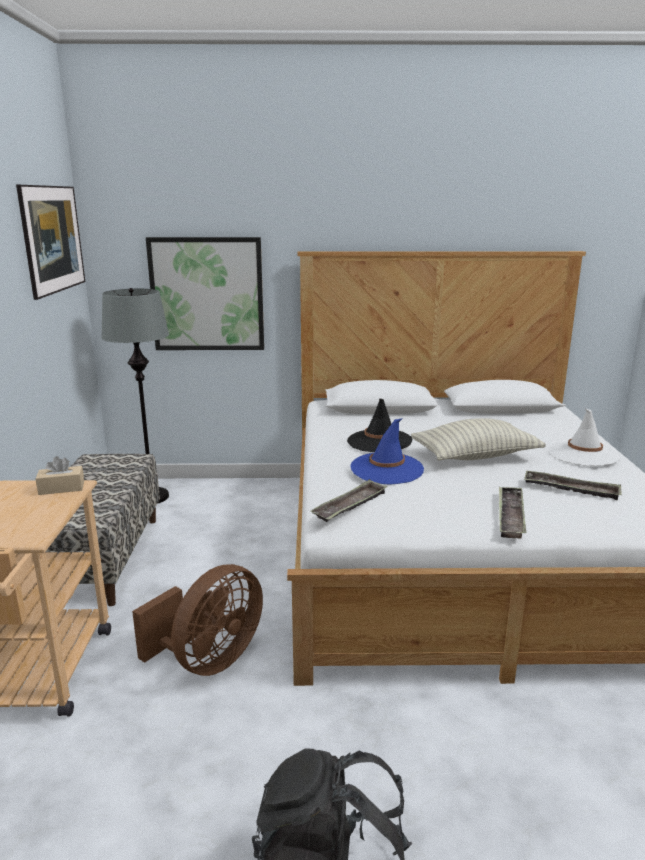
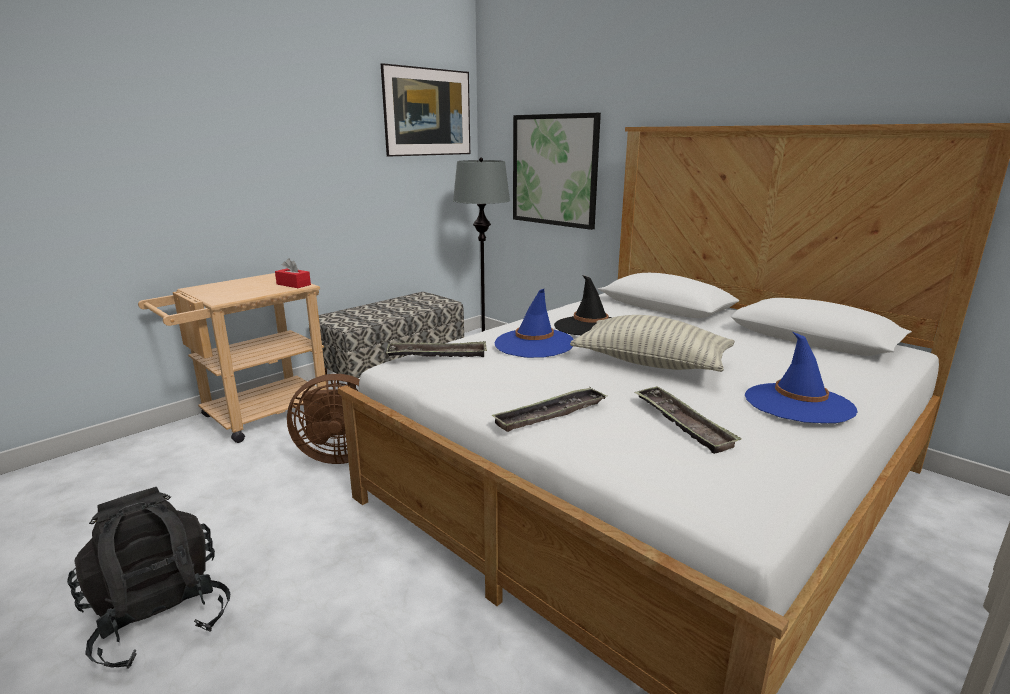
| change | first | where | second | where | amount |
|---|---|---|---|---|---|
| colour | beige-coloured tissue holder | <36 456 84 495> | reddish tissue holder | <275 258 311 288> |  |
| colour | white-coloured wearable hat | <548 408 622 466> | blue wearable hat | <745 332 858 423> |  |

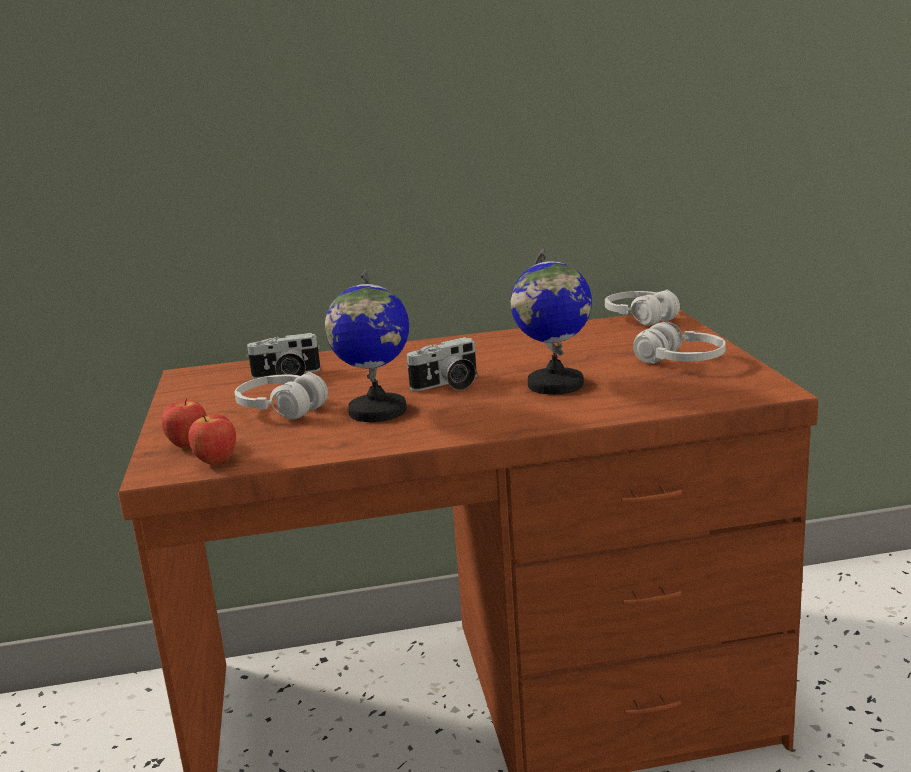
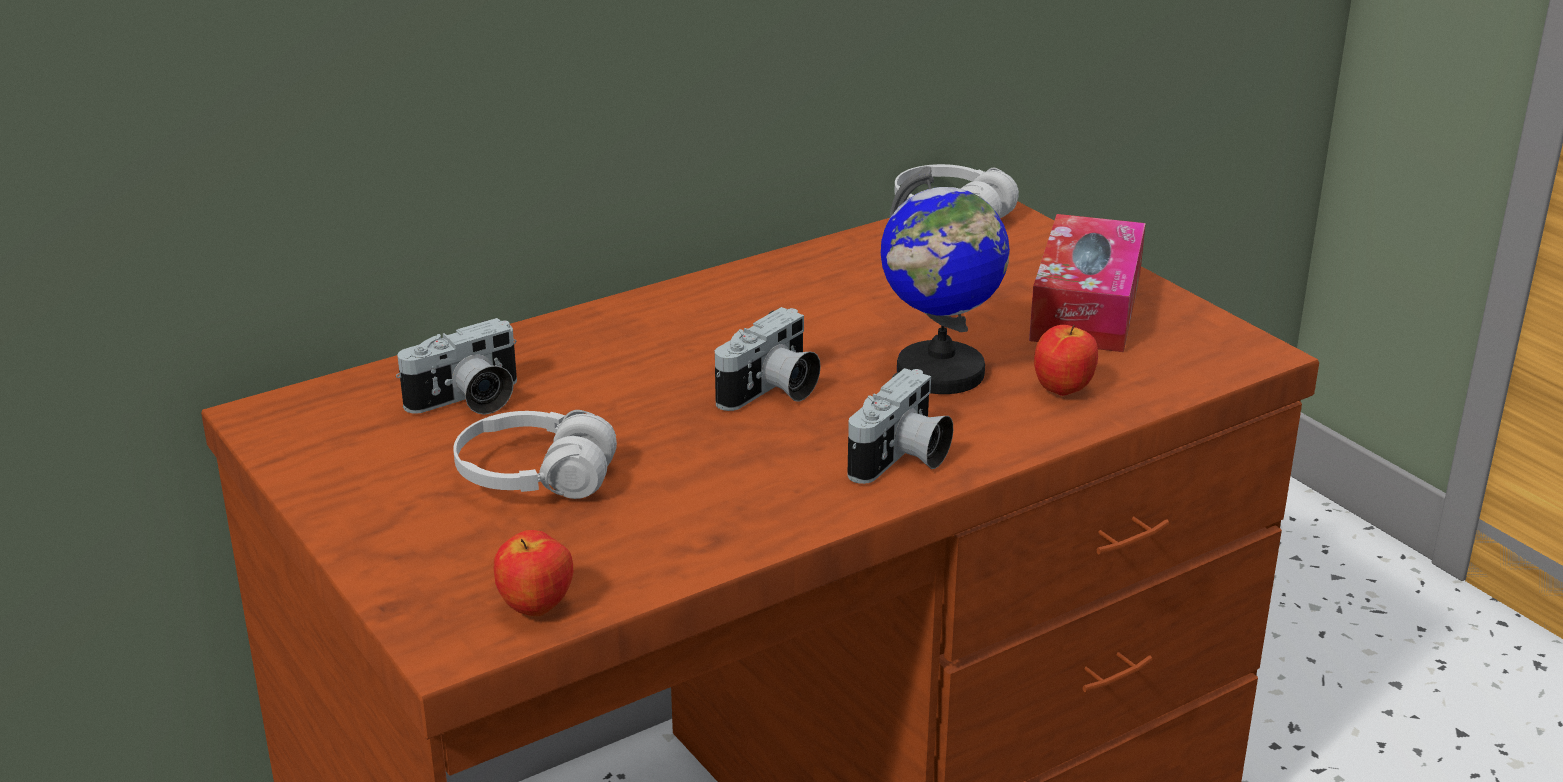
| change | first | where | second | where | amount |
|---|---|---|---|---|---|
| missing | globe | <325 270 409 422> |  |  |  |
| appeared |  |  | still camera | <847 368 953 484> |  |
| relocated | apple fruit | <162 399 207 448> |  | <1034 325 1098 396> |  |
| exchanged | white-coloured headset | <633 322 726 364> | tissue holder | <1029 214 1146 352> |  |

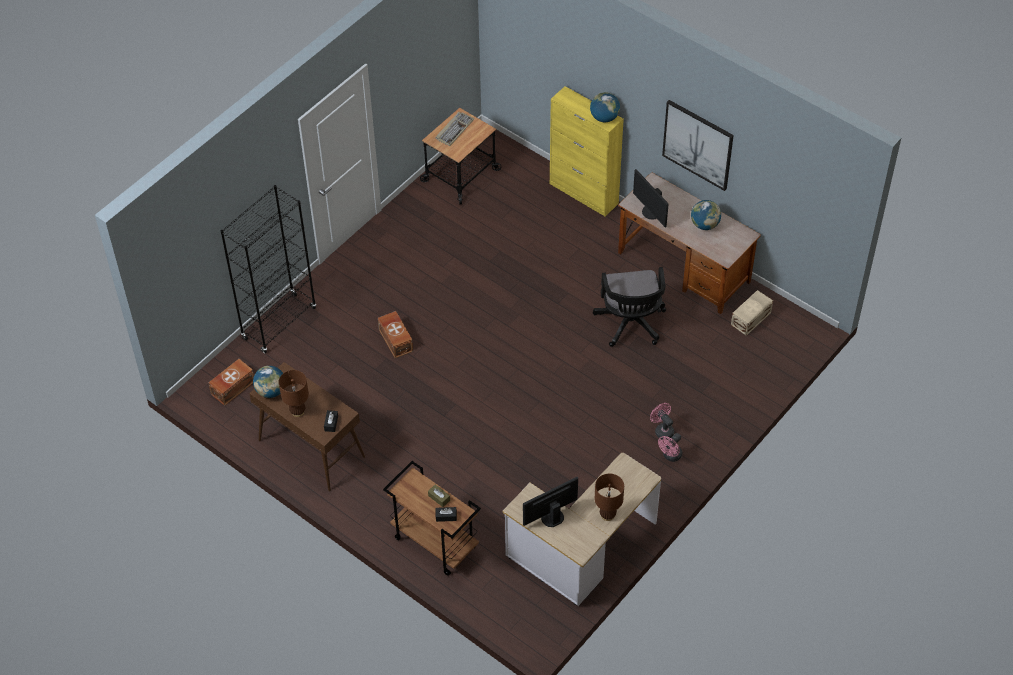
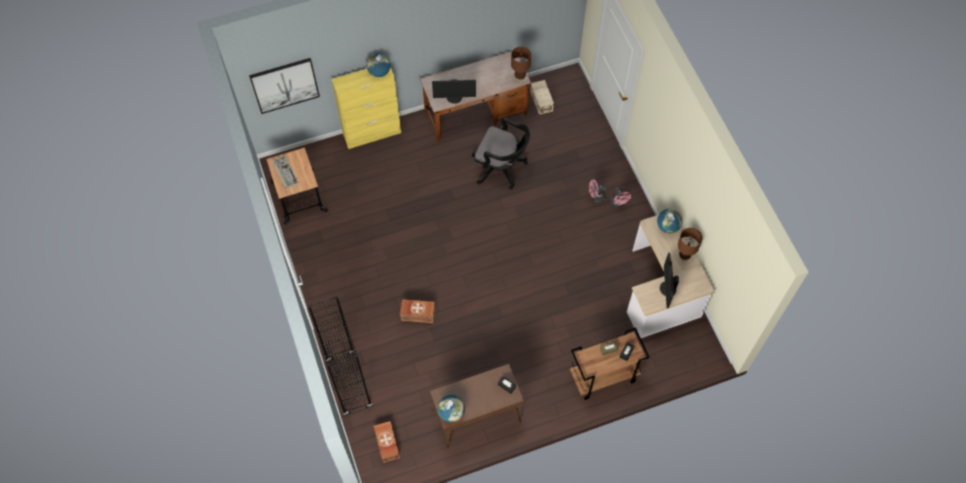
| change | first | where | second | where | amount |
|---|---|---|---|---|---|
| relocated | brown-coloured lamp for a table | <279 370 309 417> |  | <511 46 531 81> |  |
| relocated | picture | <662 100 734 191> |  | <249 58 320 114> |  |
| relocated | globe | <691 200 721 230> |  | <657 209 682 233> |  |

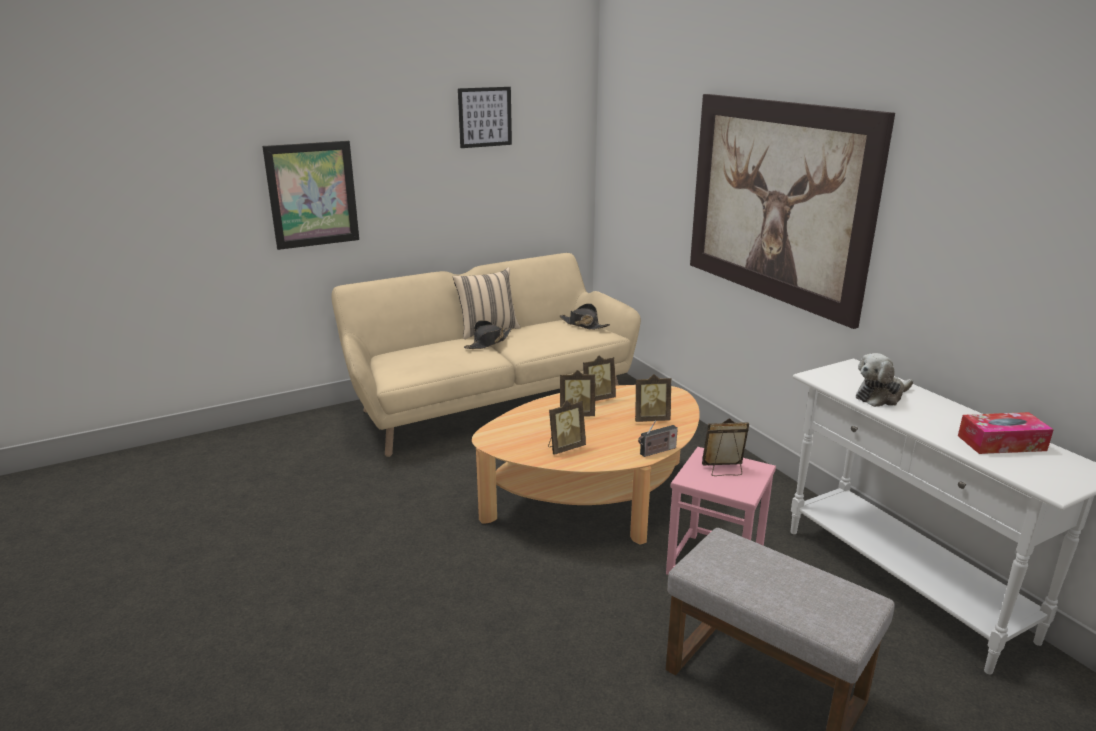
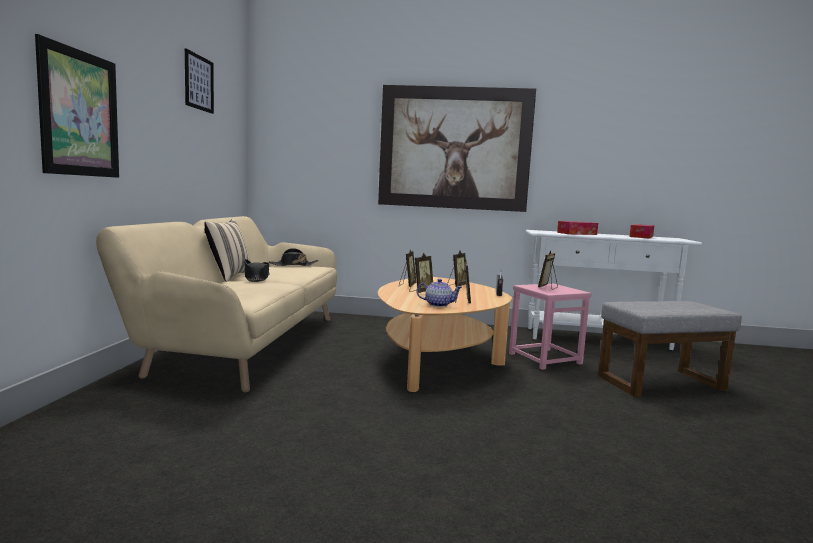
| change | first | where | second | where | amount |
|---|---|---|---|---|---|
| appeared |  |  | tea pot | <417 279 462 307> |  |
| exchanged | cuddly toy | <856 353 913 407> | tissue holder | <557 221 598 235> |  |

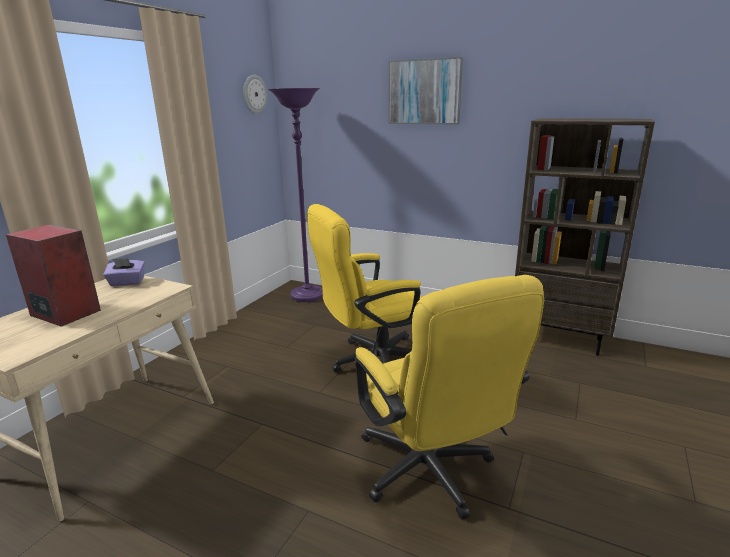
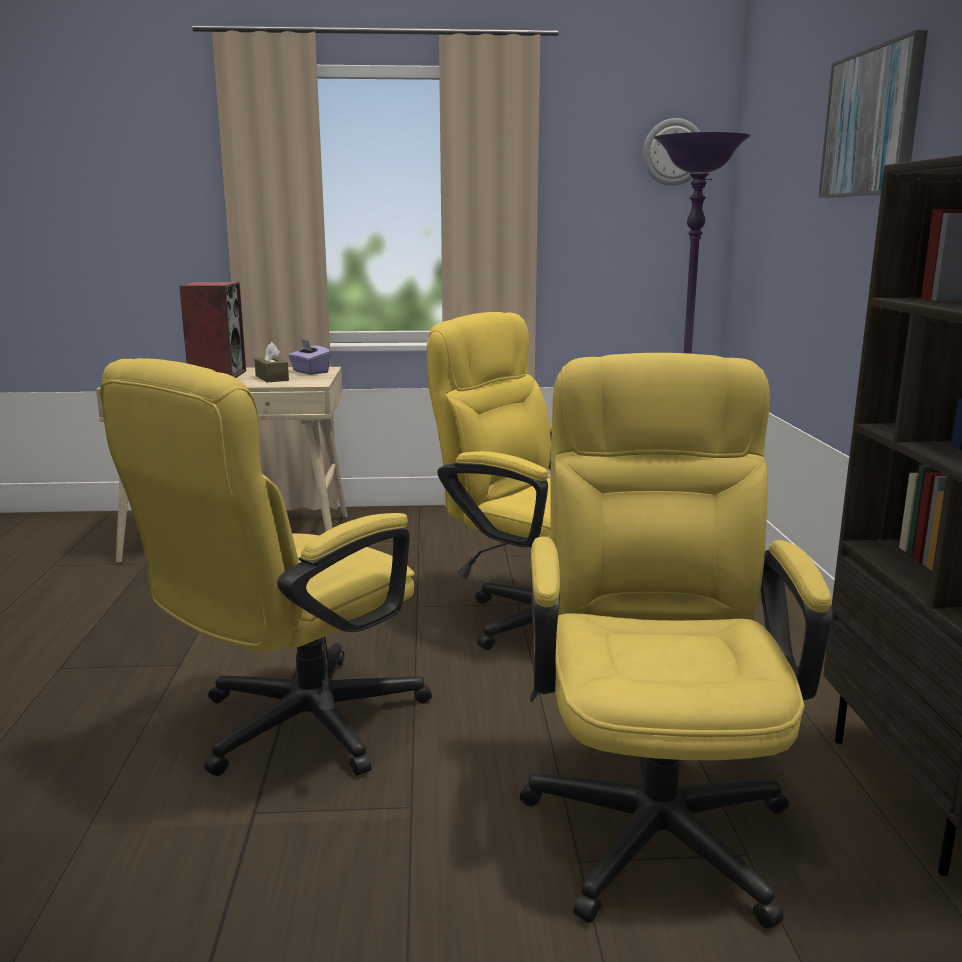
| change | first | where | second | where | amount |
|---|---|---|---|---|---|
| appeared |  |  | brown-coloured tissue holder | <254 342 289 382> |  |
| appeared |  |  | yellowish office chair | <520 353 832 929> |  |

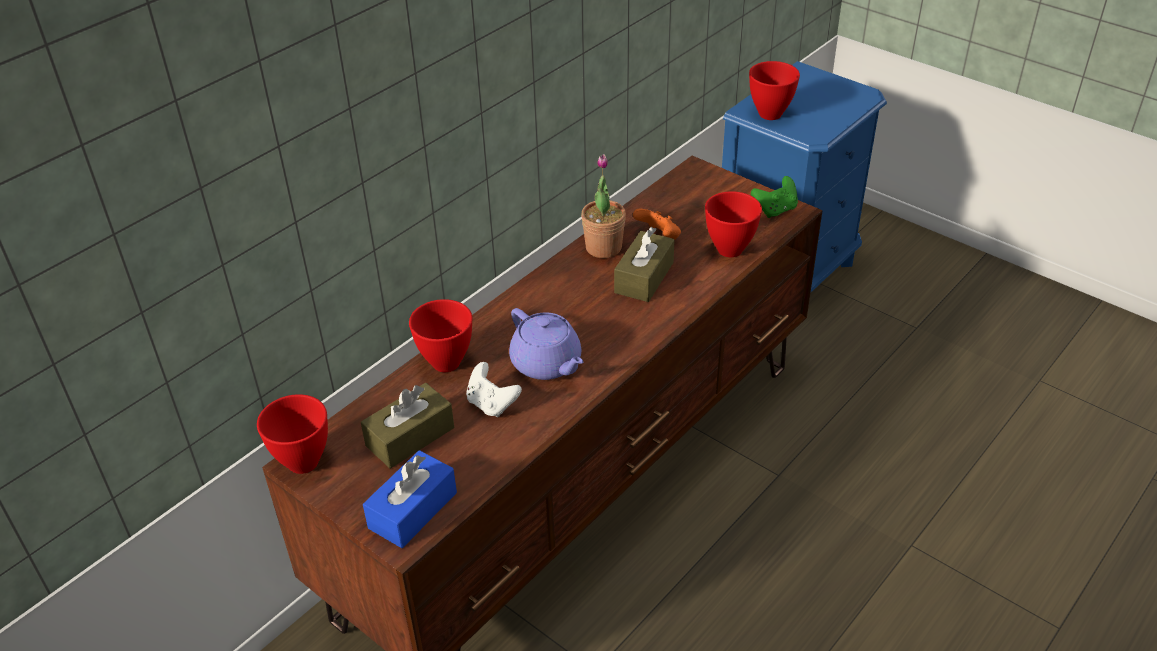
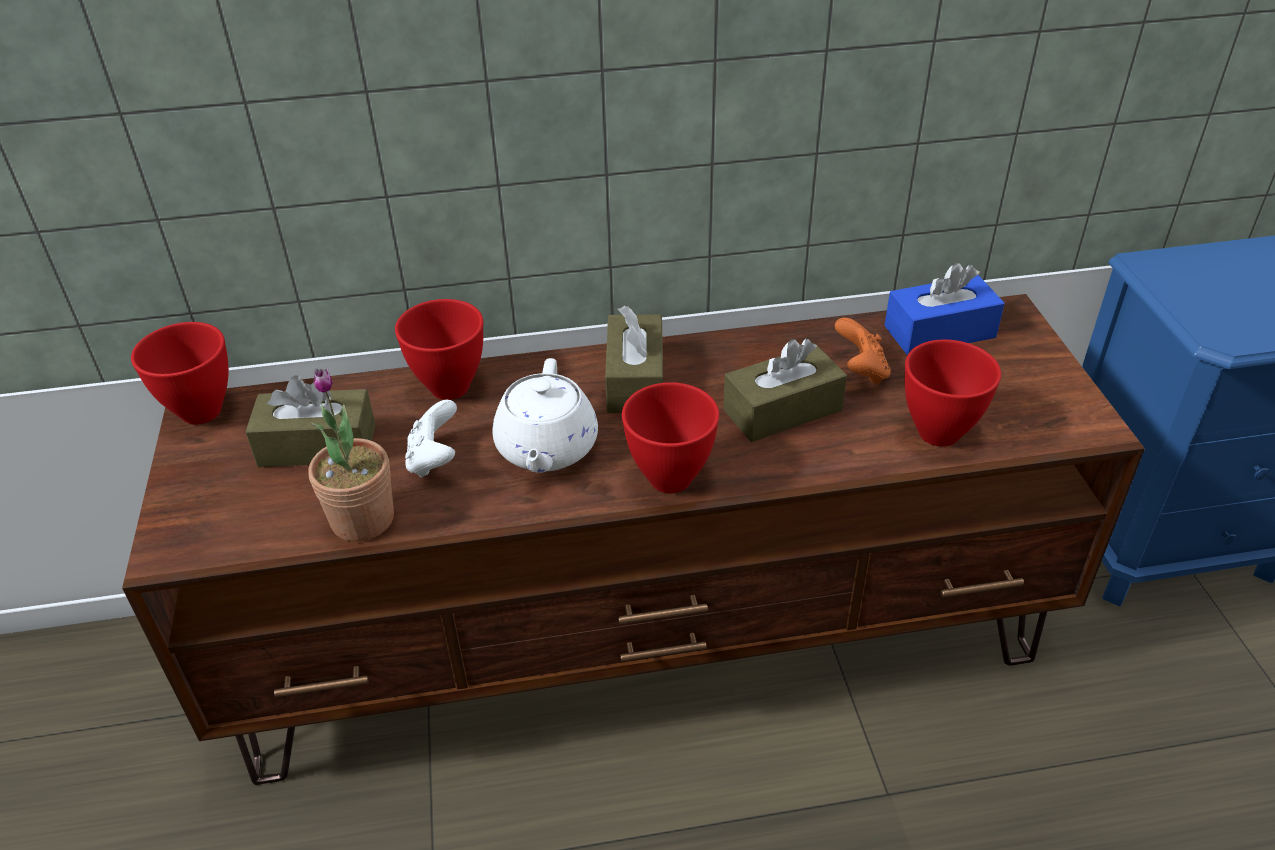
| change | first | where | second | where | amount |
|---|---|---|---|---|---|
| missing | greenish joypad | <751 176 798 218> |  |  |  |
| appeared |  |  | brown-coloured tissue holder | <605 306 663 413> |  |
| relocated | blue tissue holder | <363 450 457 548> |  | <884 263 1005 355> |  |
| relocated | houseplant | <581 154 626 258> |  | <308 369 394 541> |  |
| relocated | reddish deep dish | <749 61 800 120> |  | <622 382 719 493> |  |
| colour | purplish tea pot | <509 308 583 380> | white-coloured tea pot | <492 358 598 473> |  |

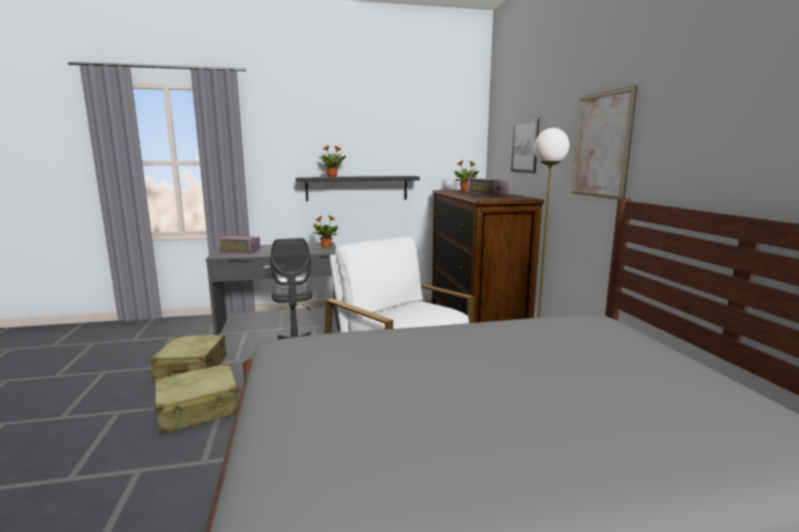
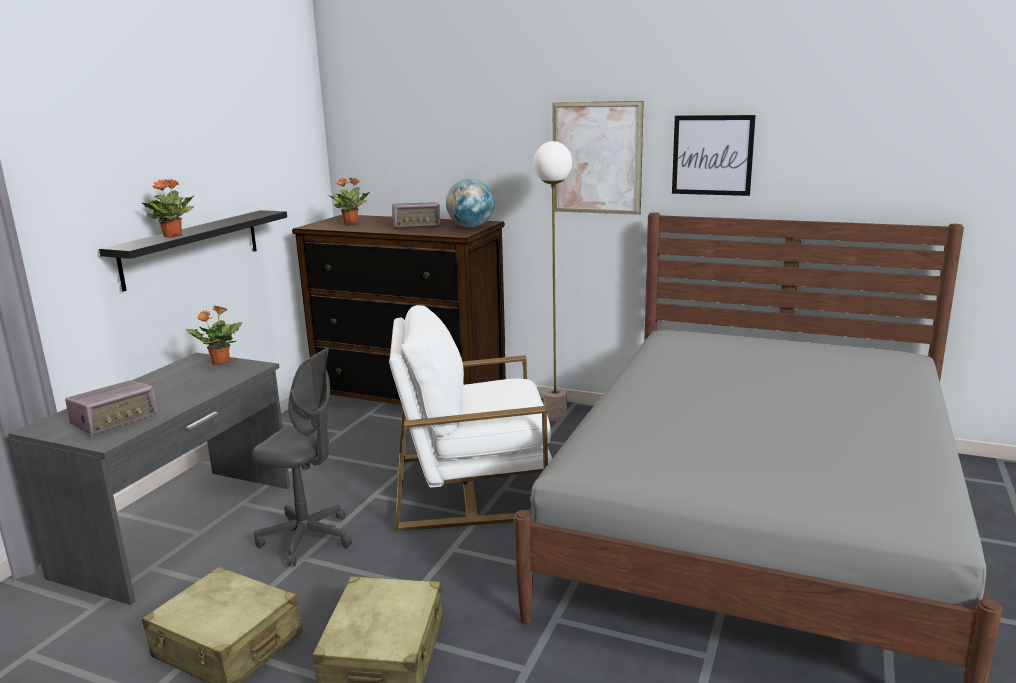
| change | first | where | second | where | amount |
|---|---|---|---|---|---|
| appeared |  |  | globe | <446 178 494 227> |  |
| relocated | picture | <511 118 539 173> |  | <672 115 756 196> |  |

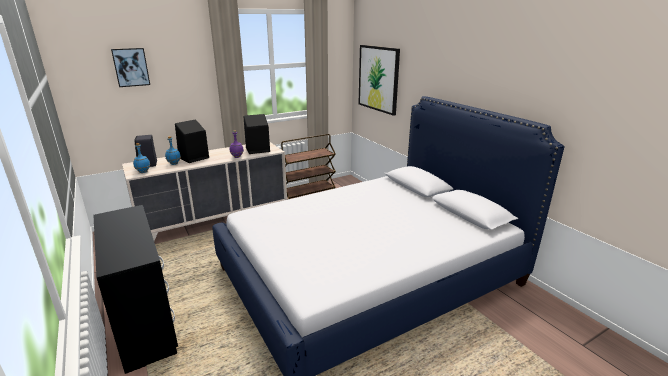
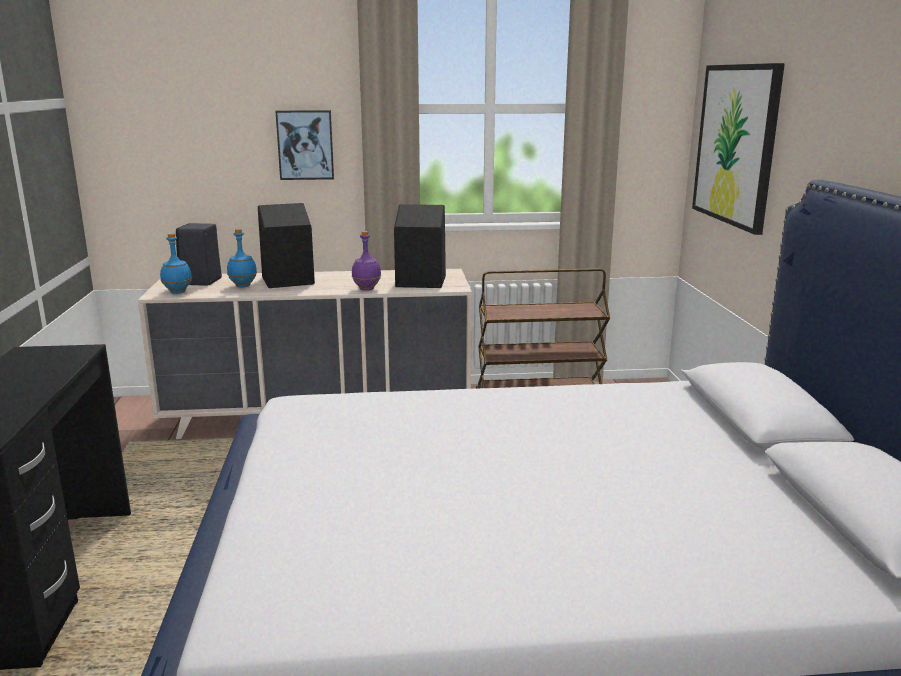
| change | first | where | second | where | amount |
|---|---|---|---|---|---|
| relocated | picture | <111 48 150 87> |  | <275 110 334 180> |  |

